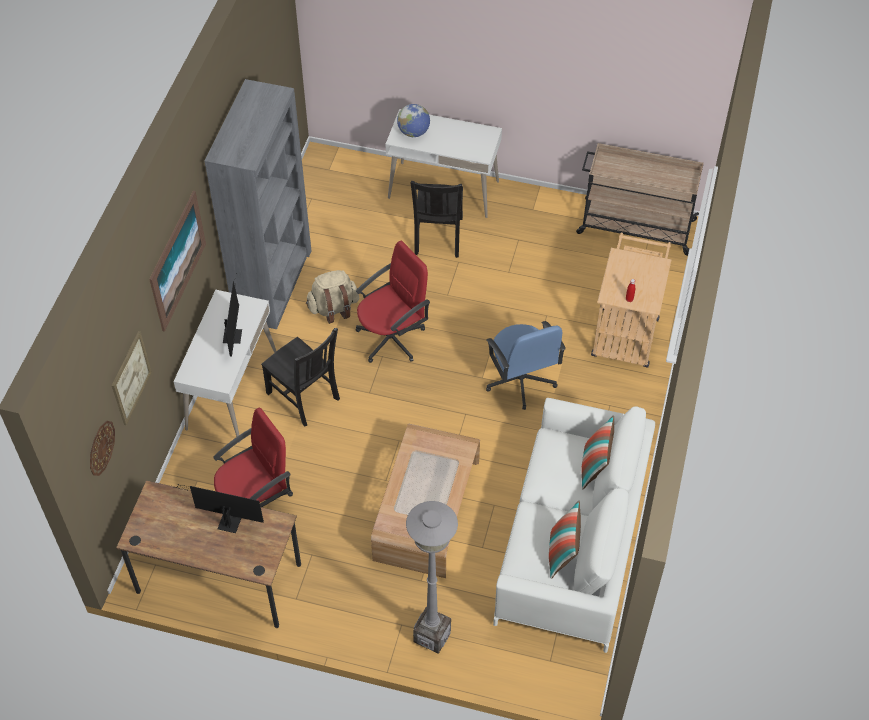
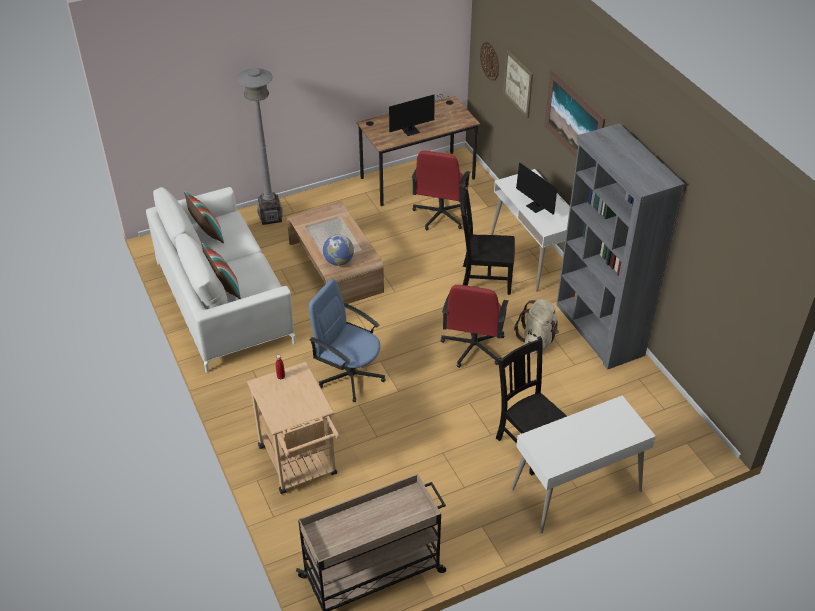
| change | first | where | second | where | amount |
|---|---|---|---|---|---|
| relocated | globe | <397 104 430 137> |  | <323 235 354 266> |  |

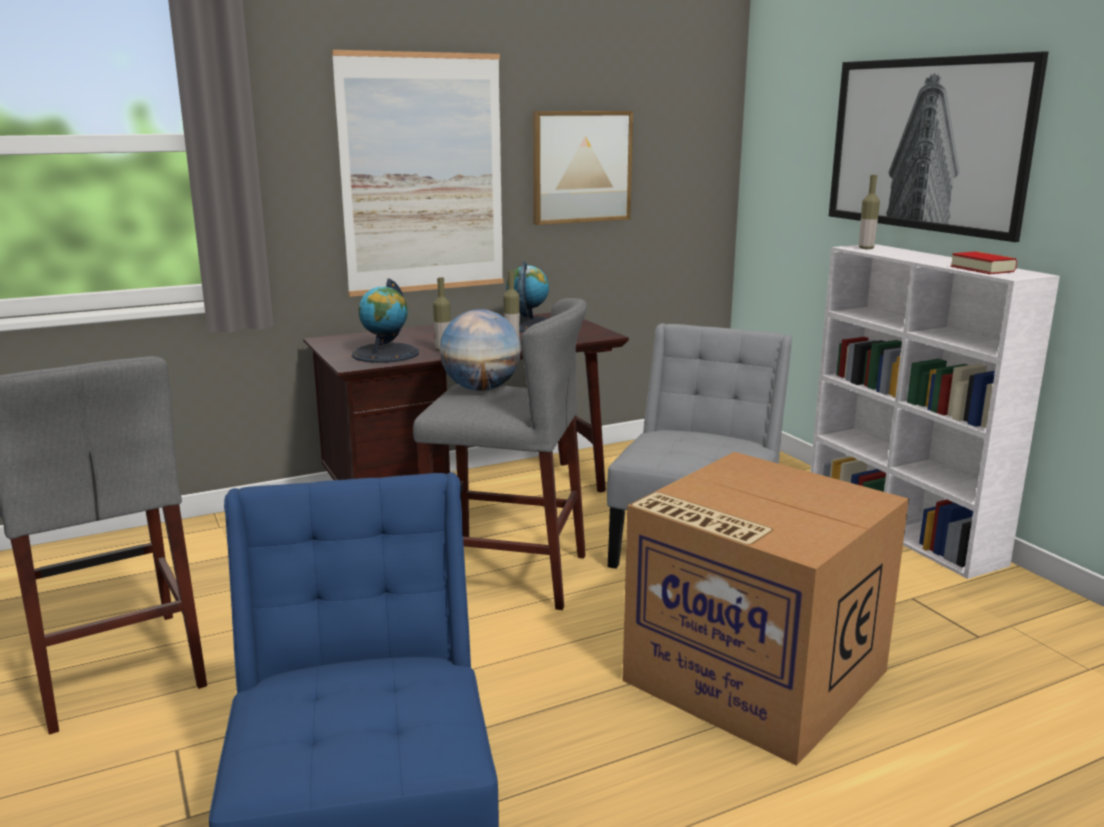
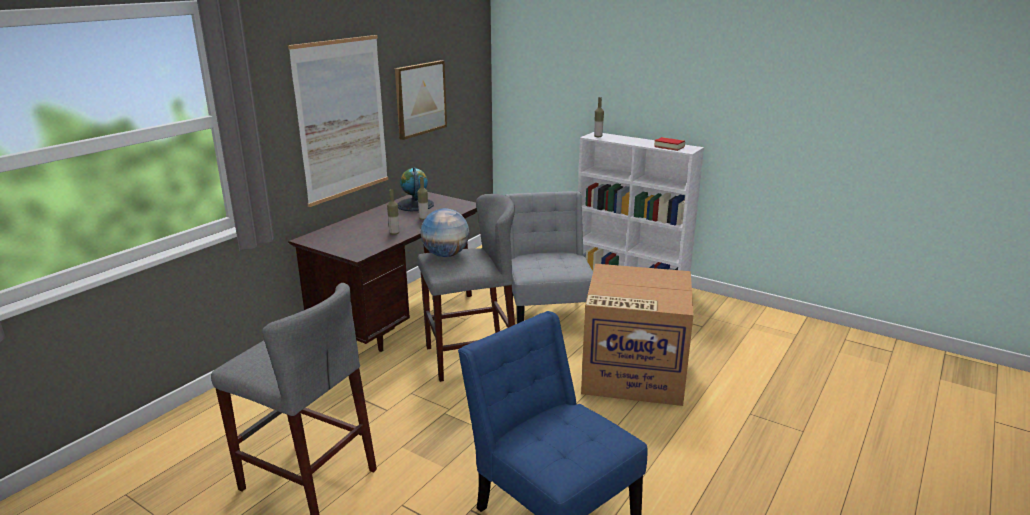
| change | first | where | second | where | amount |
|---|---|---|---|---|---|
| missing | globe | <352 278 419 363> |  |  |  |
| missing | picture | <829 51 1049 242> |  |  |  |

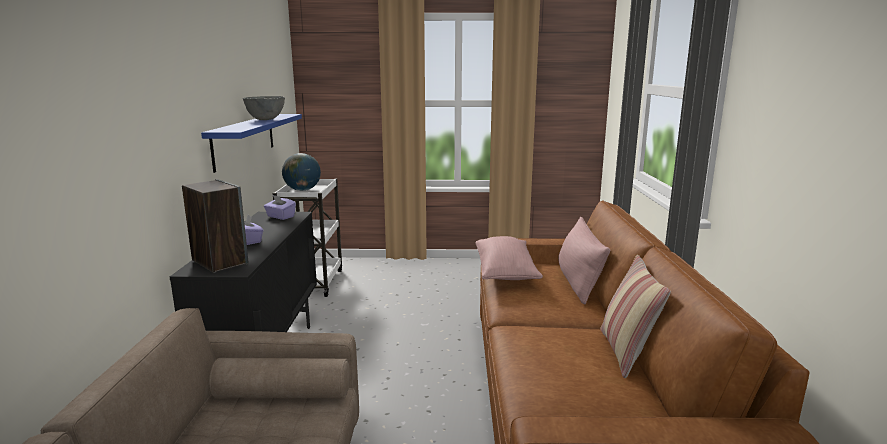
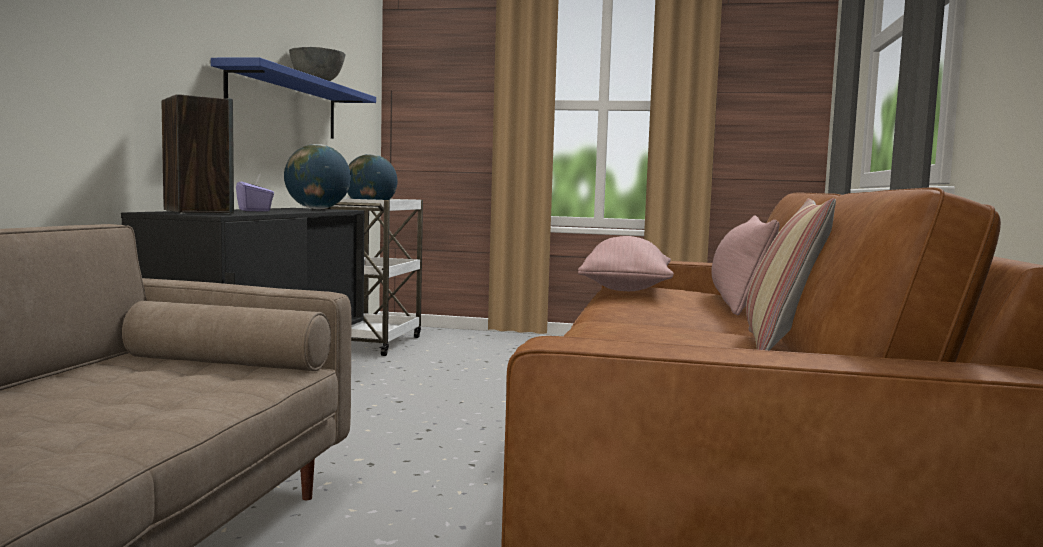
| change | first | where | second | where | amount |
|---|---|---|---|---|---|
| exchanged | purplish tissue holder | <264 195 296 220> | globe | <284 144 351 209> |  |

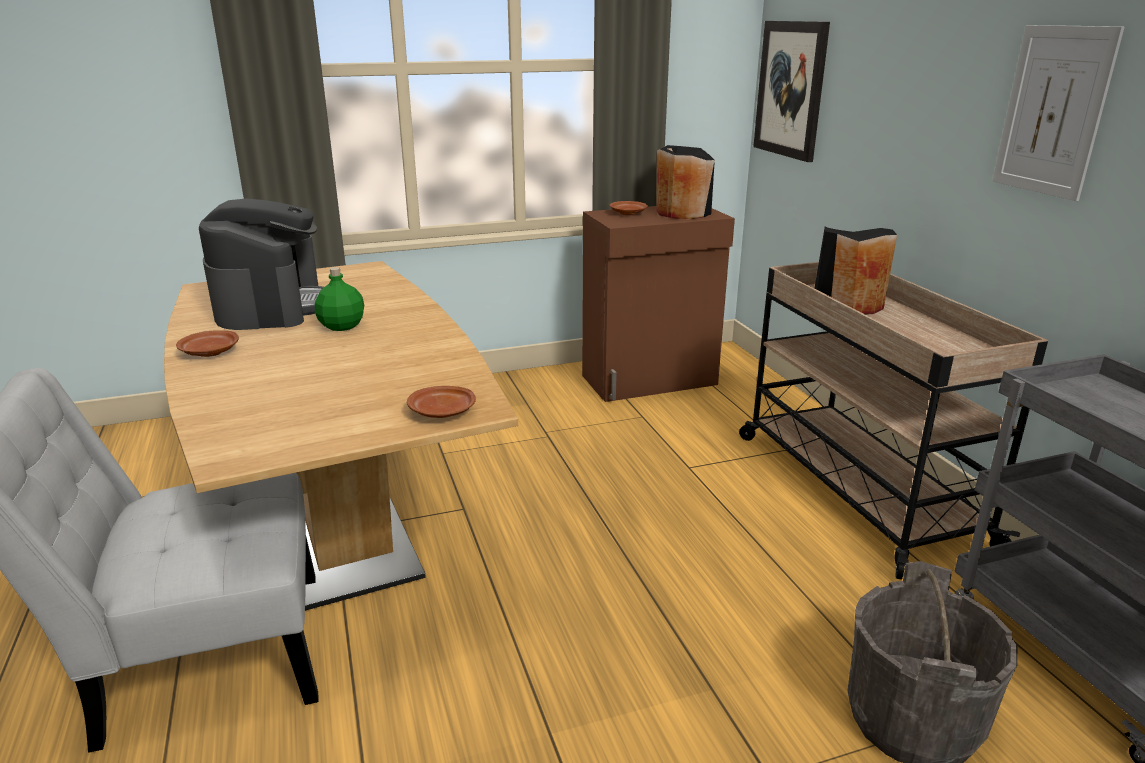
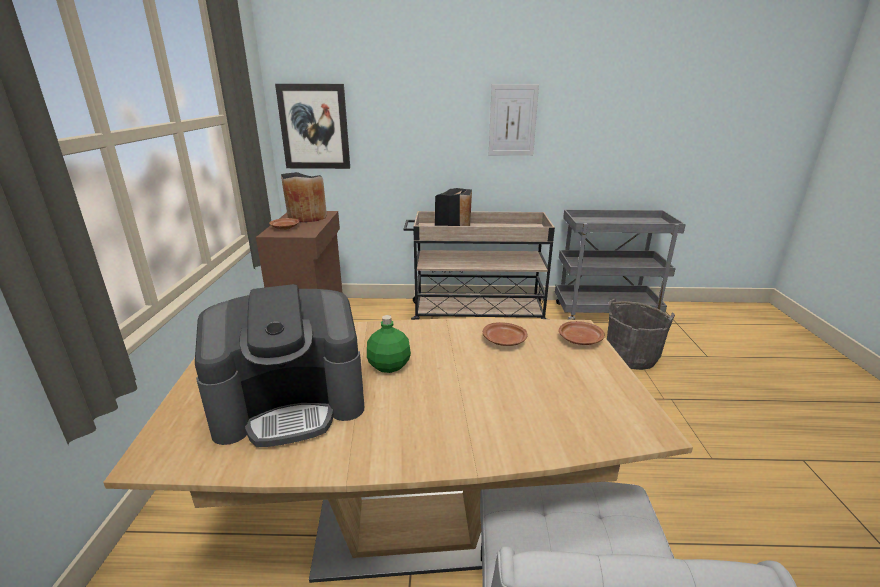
| change | first | where | second | where | amount |
|---|---|---|---|---|---|
| relocated | brown-coloured dinner plate | <176 330 239 357> |  | <483 322 528 346> |  |
| spun | coffee machine | <199 199 324 330> |  | <195 284 364 447> | 150 degrees clockwise |

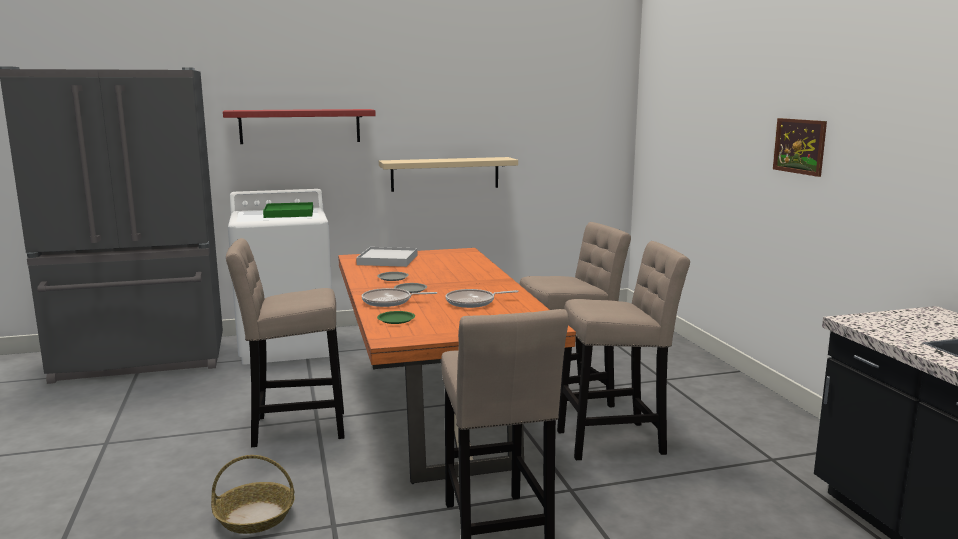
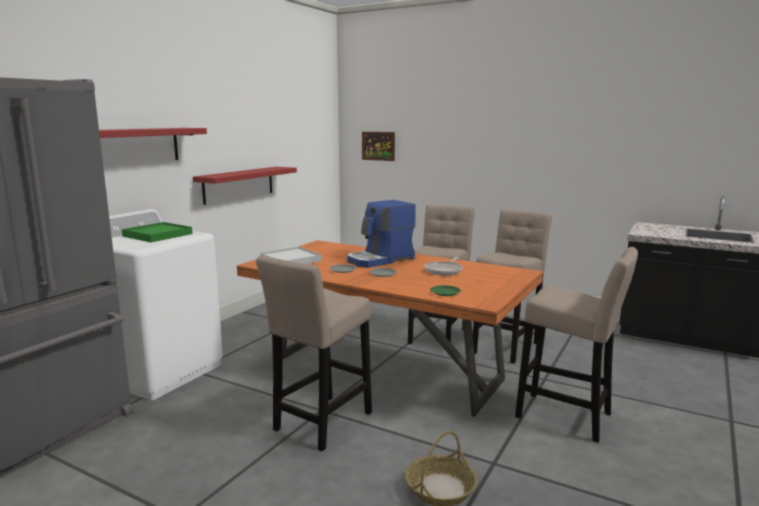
| change | first | where | second | where | amount |
|---|---|---|---|---|---|
| missing | pan | <362 288 437 307> |  |  |  |
| appeared |  |  | coffee machine | <347 200 416 268> |  |
| relocated | picture | <773 118 827 177> |  | <362 132 395 161> |  |
| colour | beige-coloured shelf | <379 157 518 192> | reddish shelf | <193 167 297 205> |  |

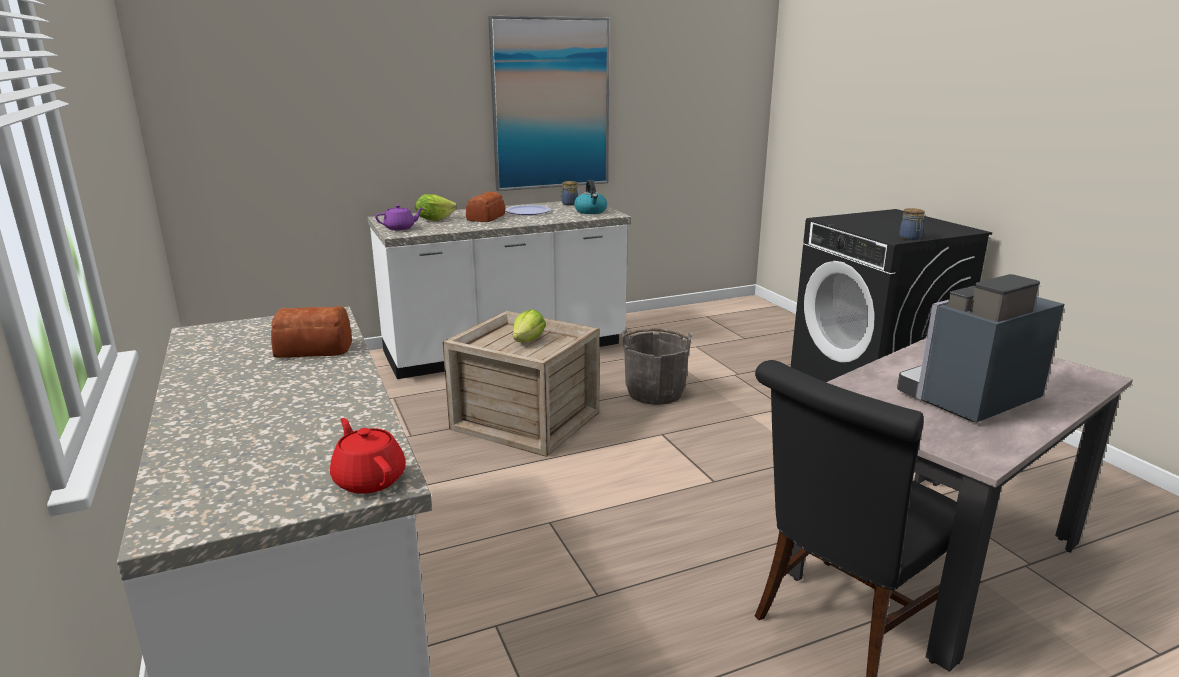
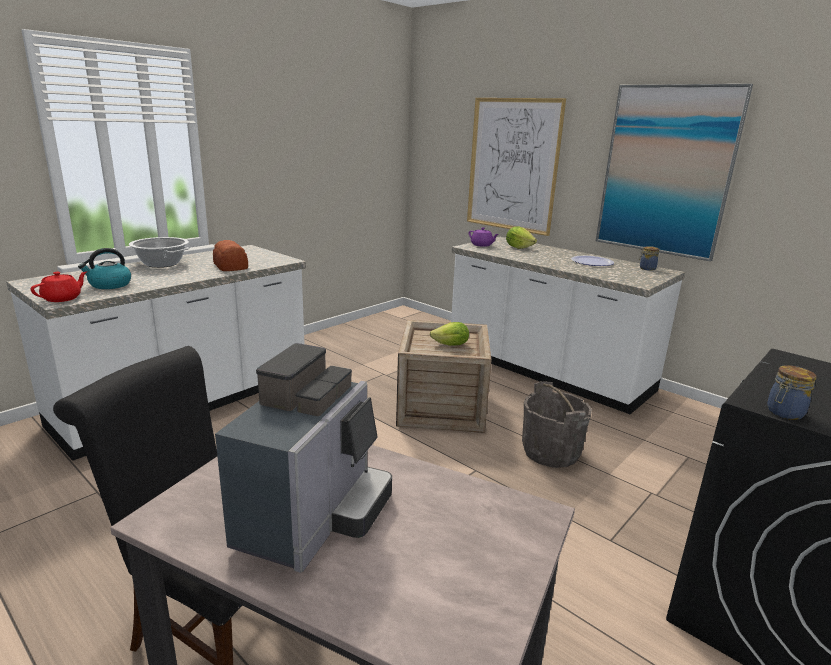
| change | first | where | second | where | amount |
|---|---|---|---|---|---|
| missing | bread | <466 191 505 222> |  |  |  |
| appeared |  |  | saucepot | <129 237 190 268> |  |
| appeared |  |  | picture | <467 98 566 236> |  |
| relocated | tea kettle | <574 180 607 214> |  | <78 248 131 289> |  |
| spun | coffee machine | <897 274 1064 423> |  | <215 343 392 573> | 75 degrees clockwise |

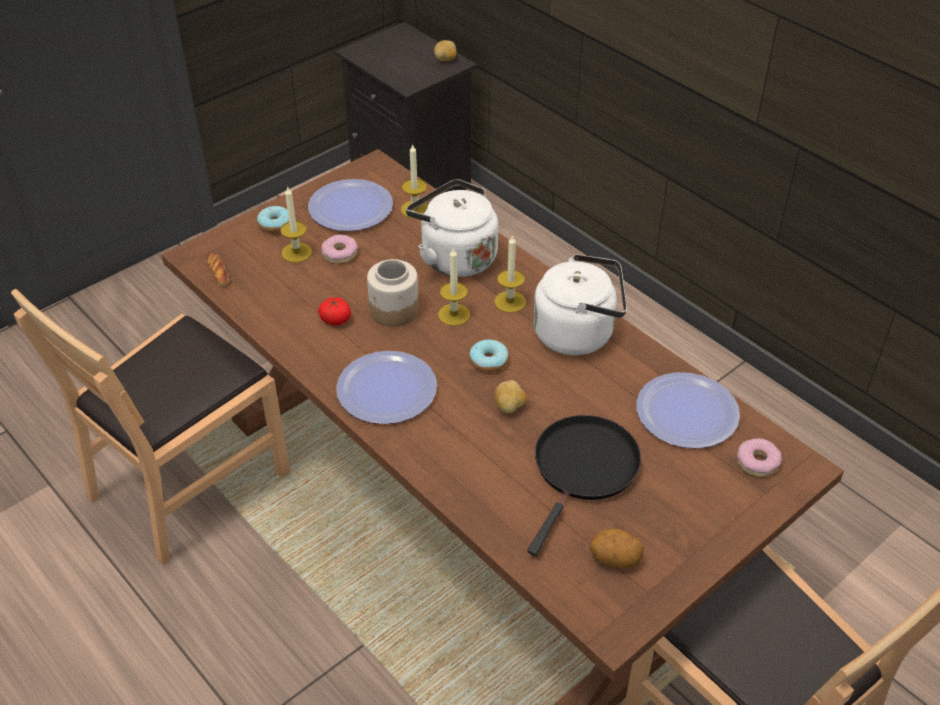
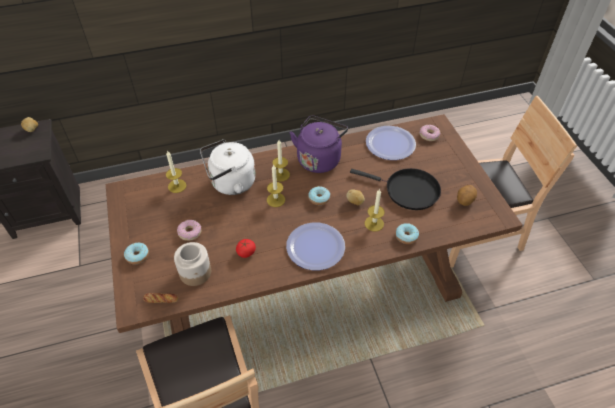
| change | first | where | second | where | amount |
|---|---|---|---|---|---|
| missing | dinner plate | <308 179 393 231> |  |  |  |
| appeared |  |  | donut | <395 223 419 244> |  |
| relocated | wax candle | <280 186 312 263> |  | <365 189 385 232> |  |
| relocated | jar | <367 259 419 327> |  | <174 242 211 286> |  |
| colour | white-coloured tea kettle | <533 254 627 355> | purplish tea kettle | <290 116 348 173> |  |
| spun | blackish pan | <527 415 641 556> |  | <350 168 441 210> | 150 degrees clockwise |

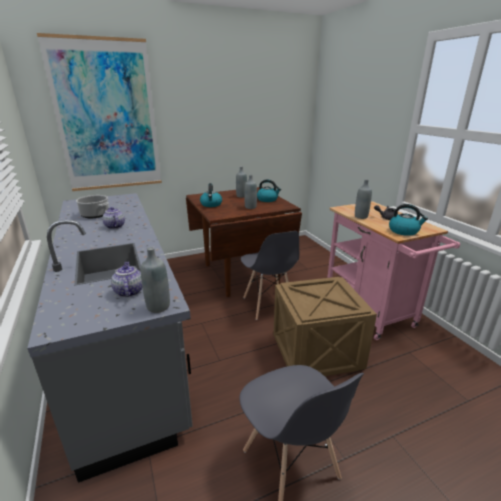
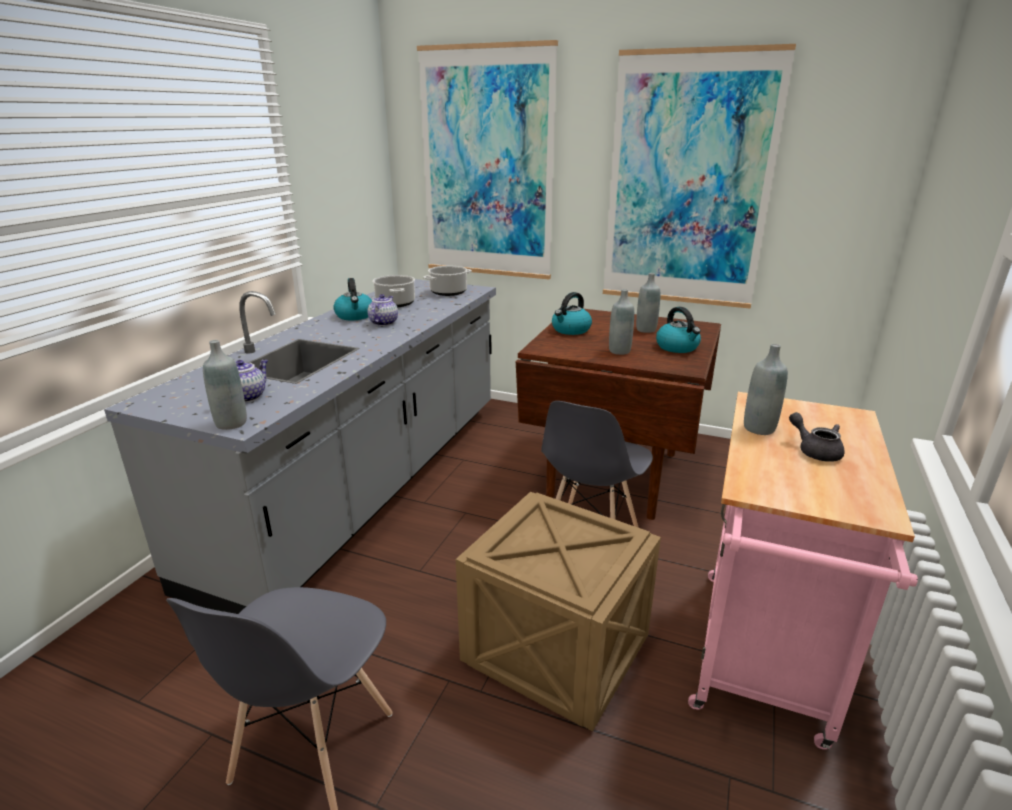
| change | first | where | second | where | amount |
|---|---|---|---|---|---|
| appeared |  |  | saucepot | <423 266 472 296> |  |
| appeared |  |  | picture | <603 44 796 309> |  |
| relocated | tea kettle | <389 204 428 236> |  | <333 278 372 320> |  |

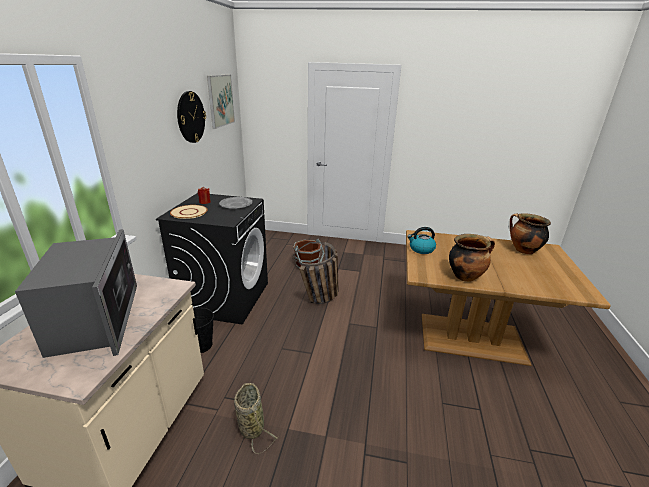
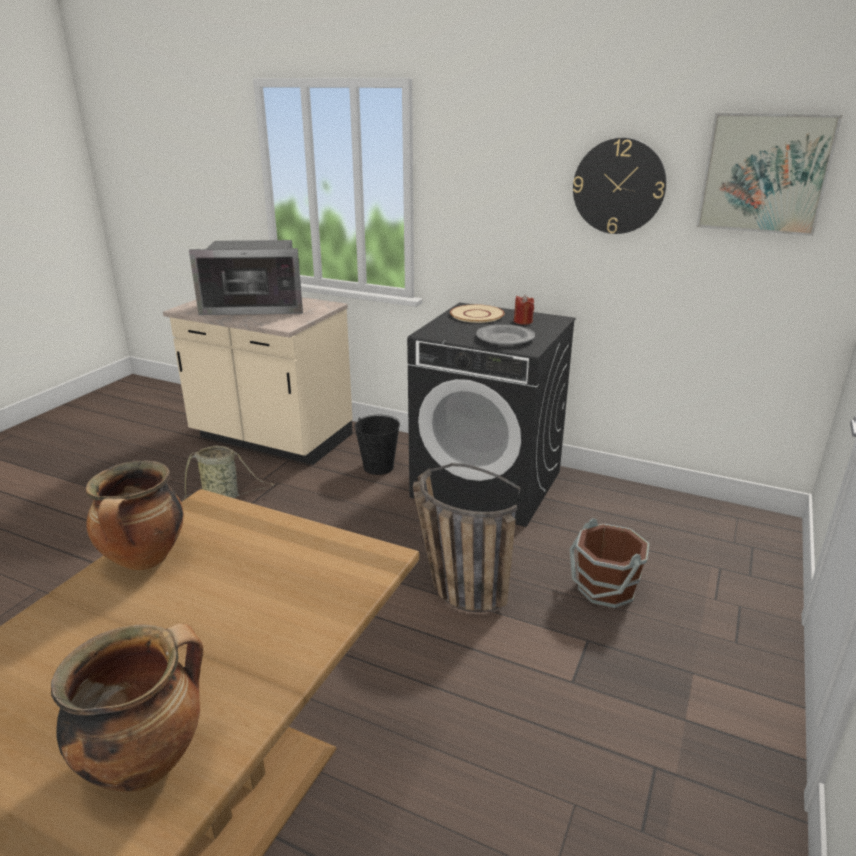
| change | first | where | second | where | amount |
|---|---|---|---|---|---|
| missing | tea kettle | <407 227 436 254> |  |  |  |

